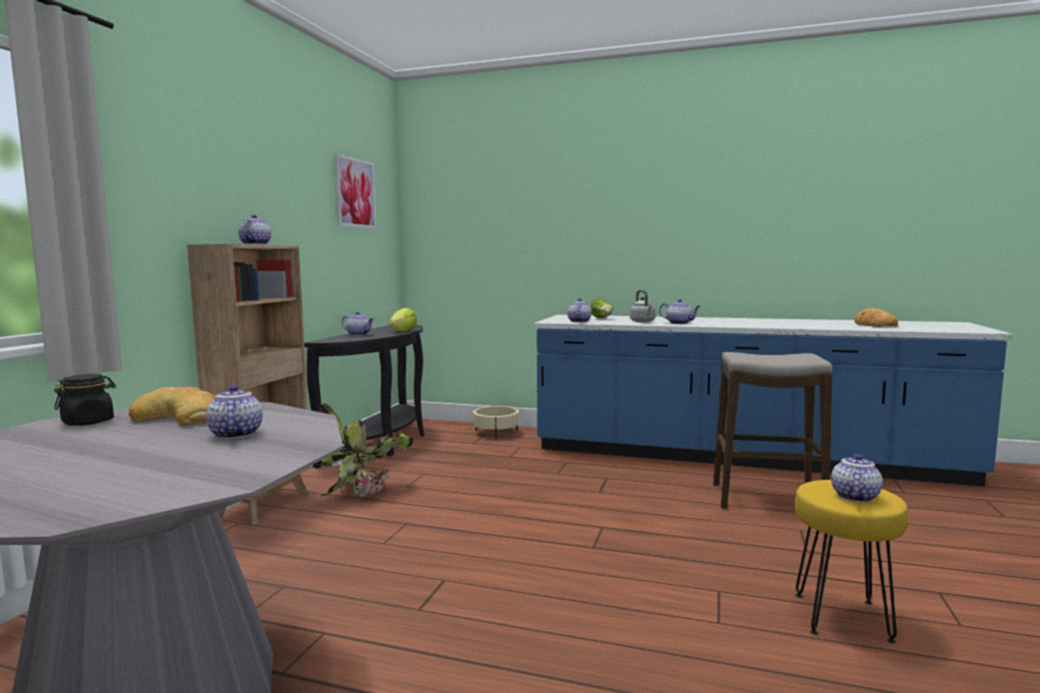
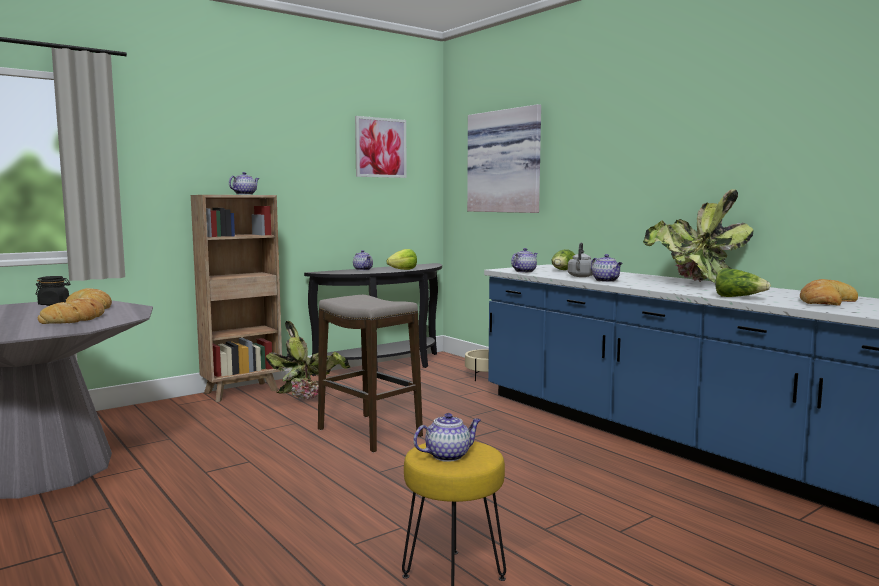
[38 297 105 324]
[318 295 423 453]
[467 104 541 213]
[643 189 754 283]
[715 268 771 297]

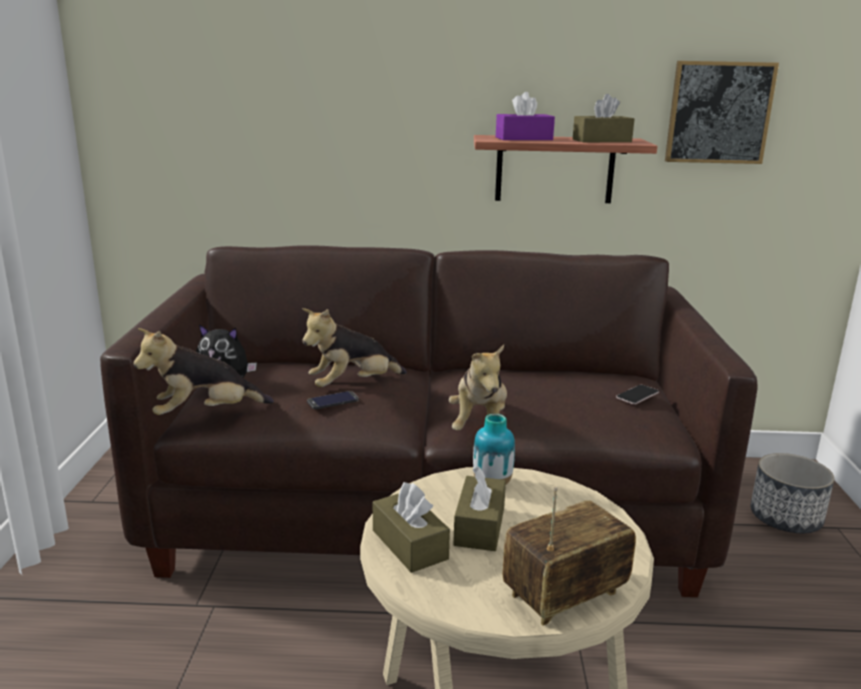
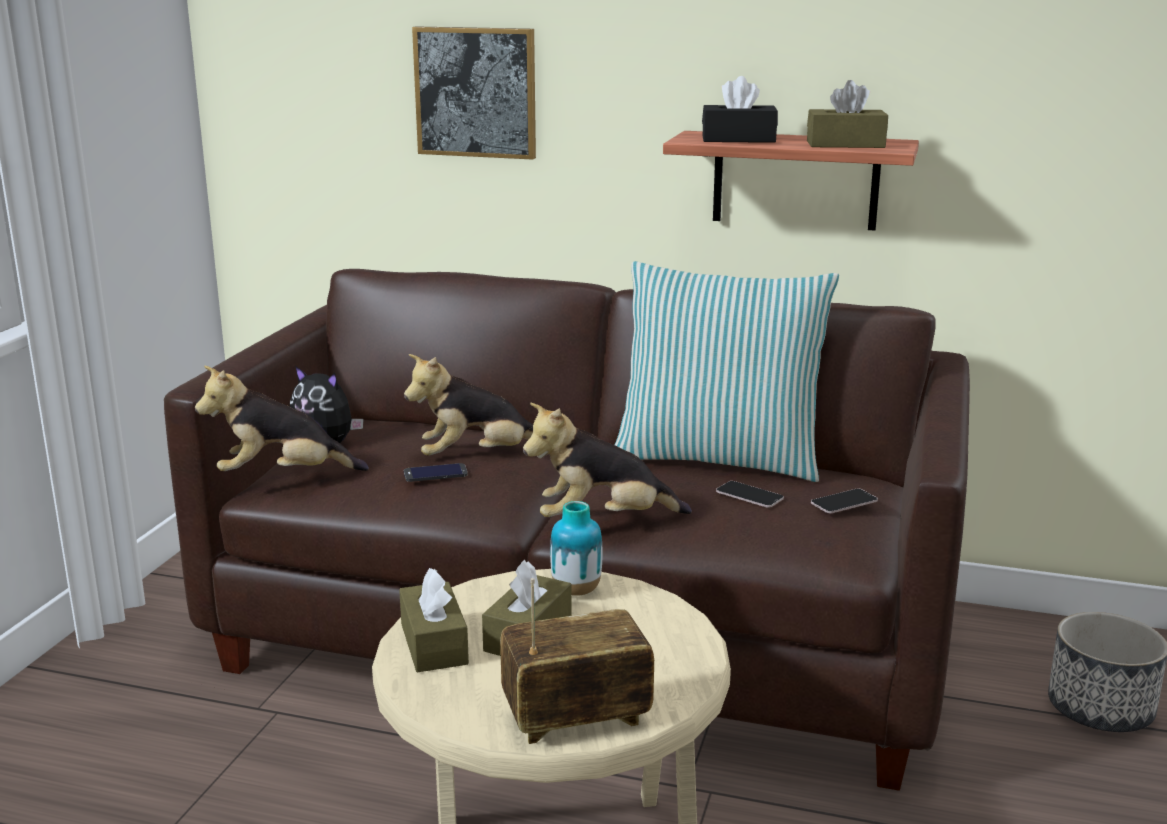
[412 26 536 160]
[523 402 692 517]
[615 261 839 482]
[702 76 778 143]
[716 481 784 508]

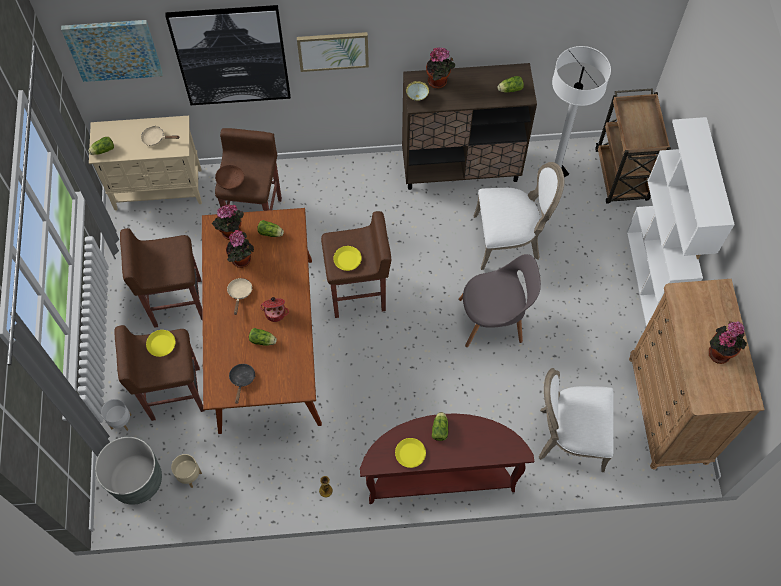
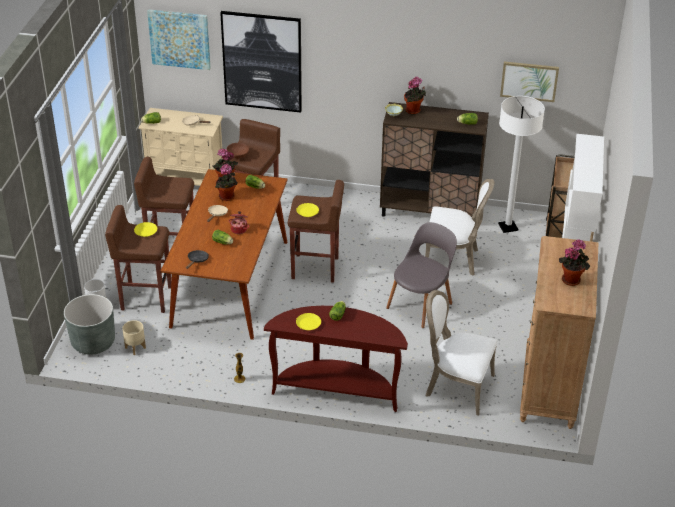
[386 222 457 328]
[500 61 559 102]

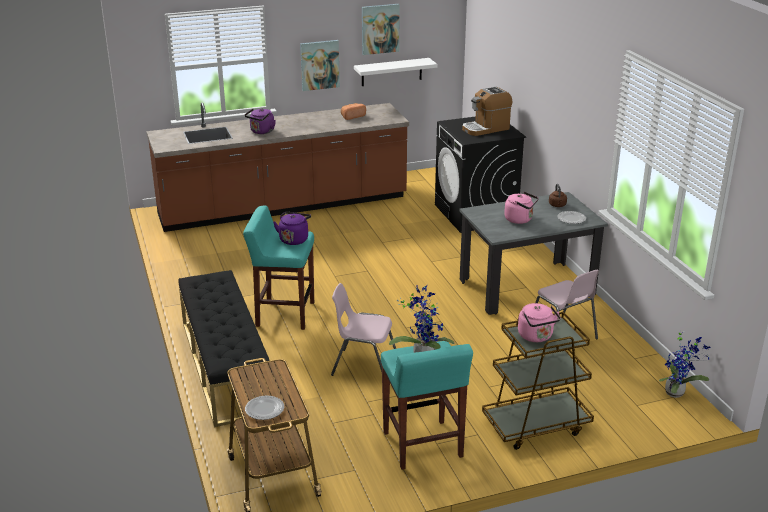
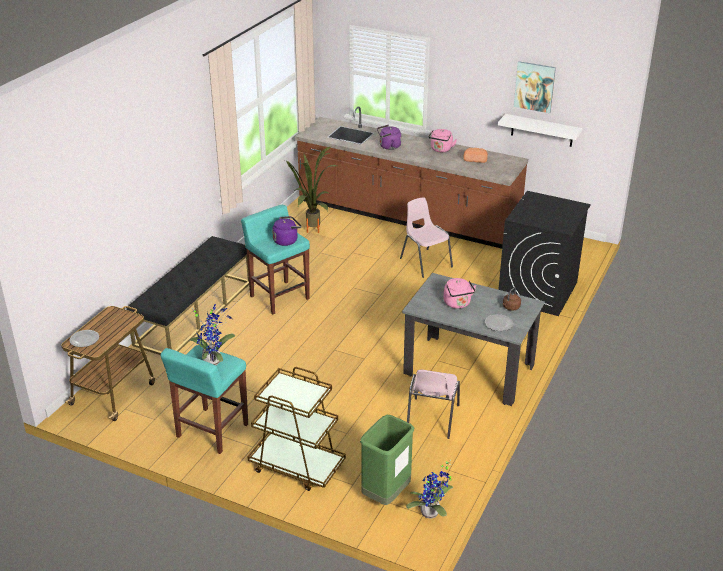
[285 147 337 233]
[360 415 414 505]
[400 197 453 278]
[428 129 457 152]
[300 40 340 91] (first image)
[462 87 512 136] (first image)

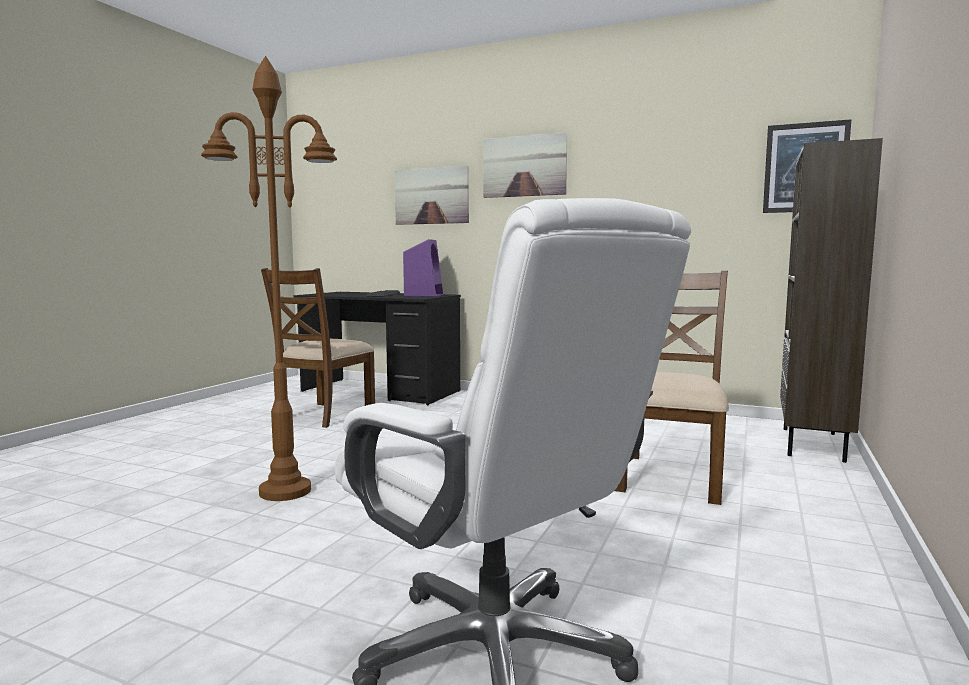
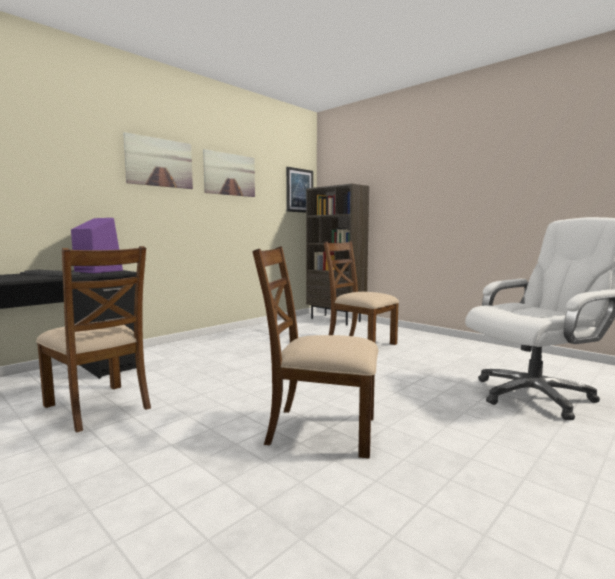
[203 149 255 197]
[252 246 378 458]

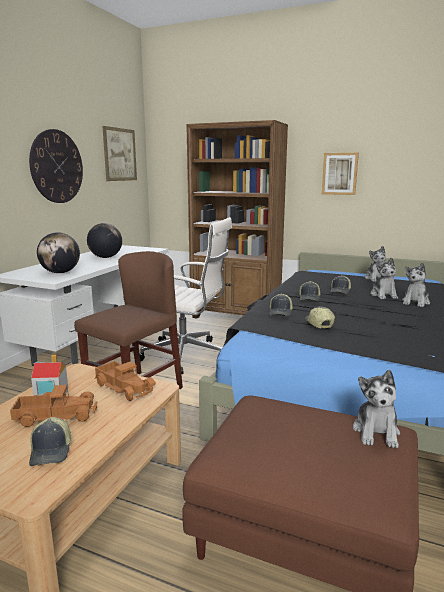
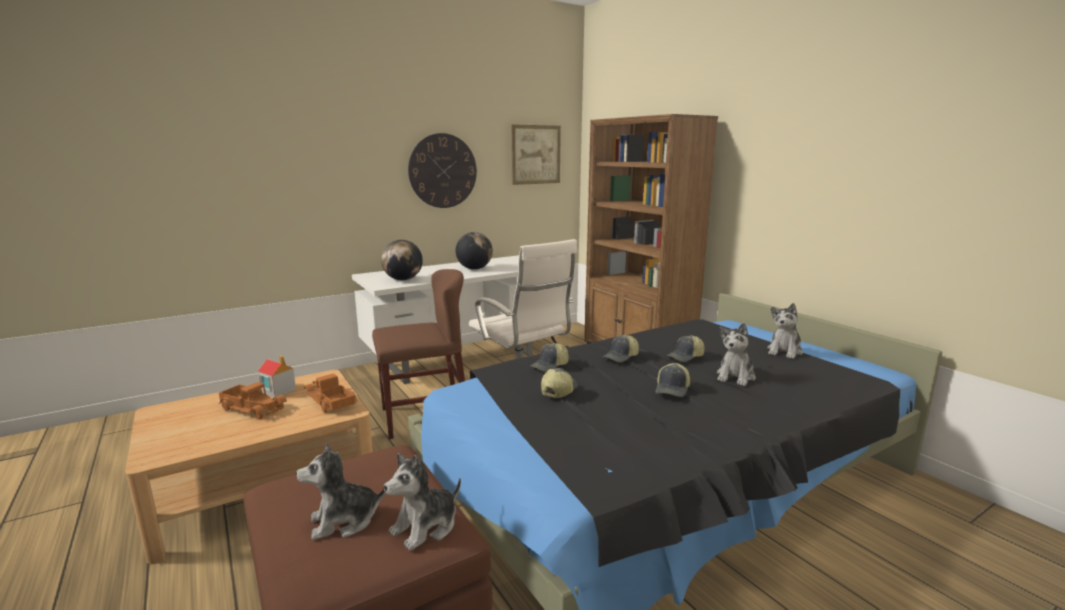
[296 443 388 540]
[304 373 357 413]
[655 363 690 397]
[322 153 359 195] (first image)

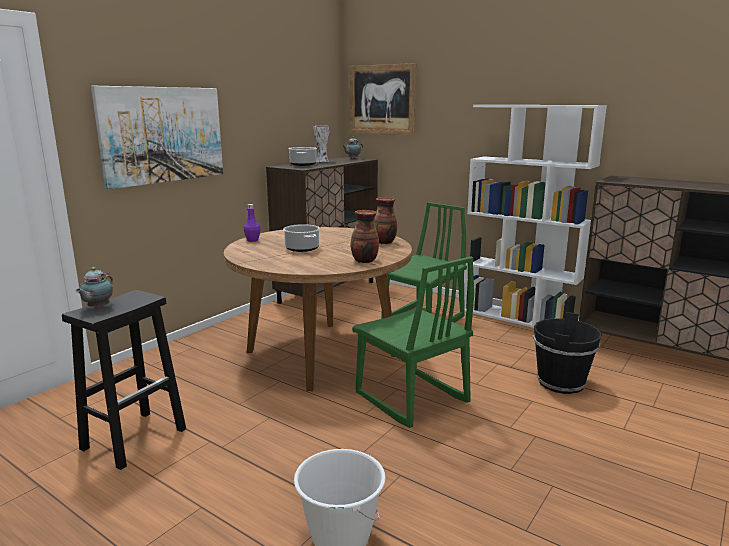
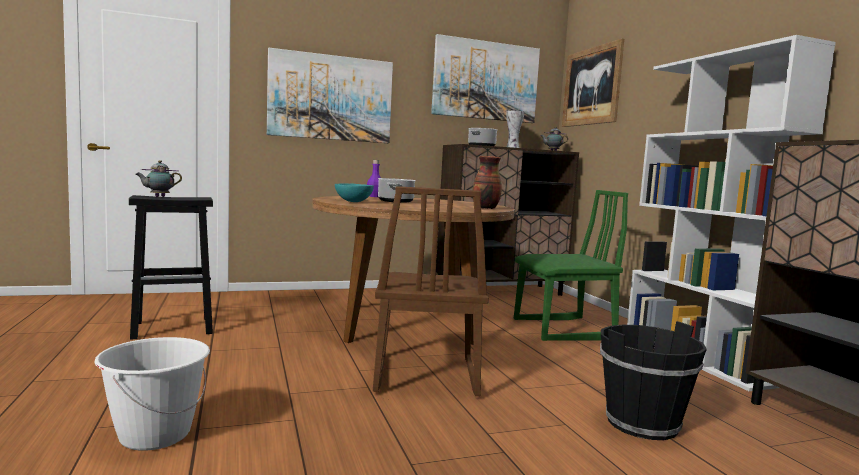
[335 183 374 202]
[373 186 489 396]
[431 34 540 123]
[351 210 379 263] (first image)

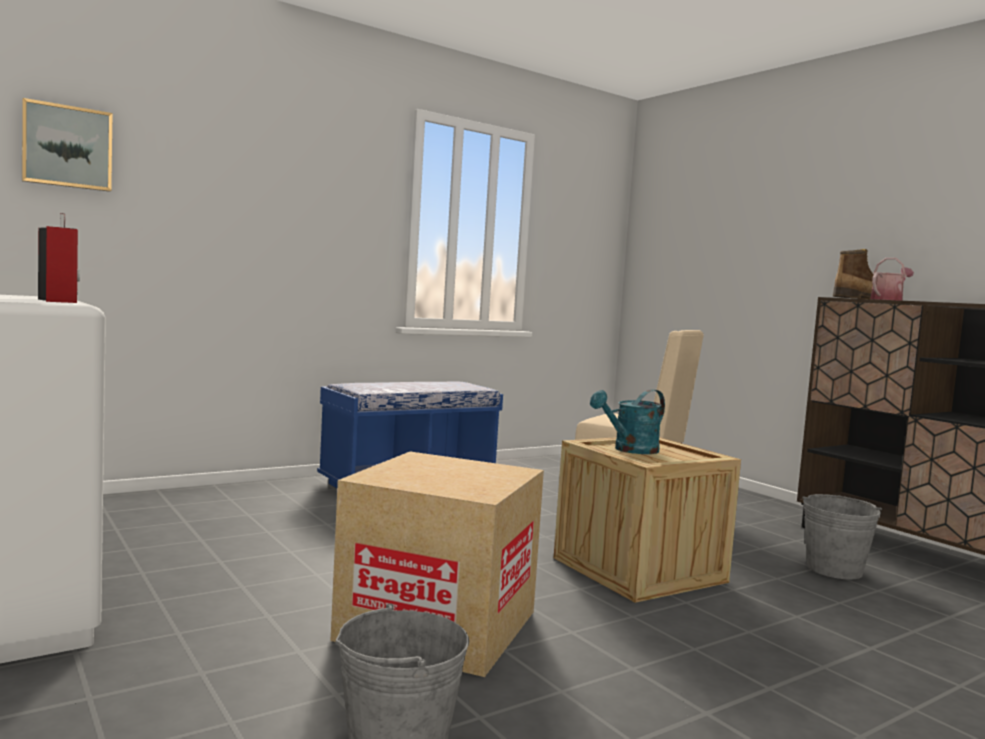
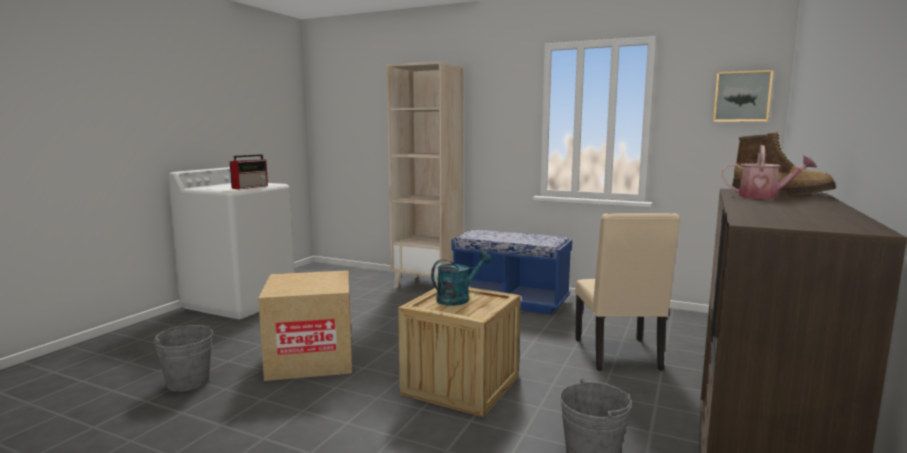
[386 61 463 288]
[431 252 492 306]
[713 70 773 122]

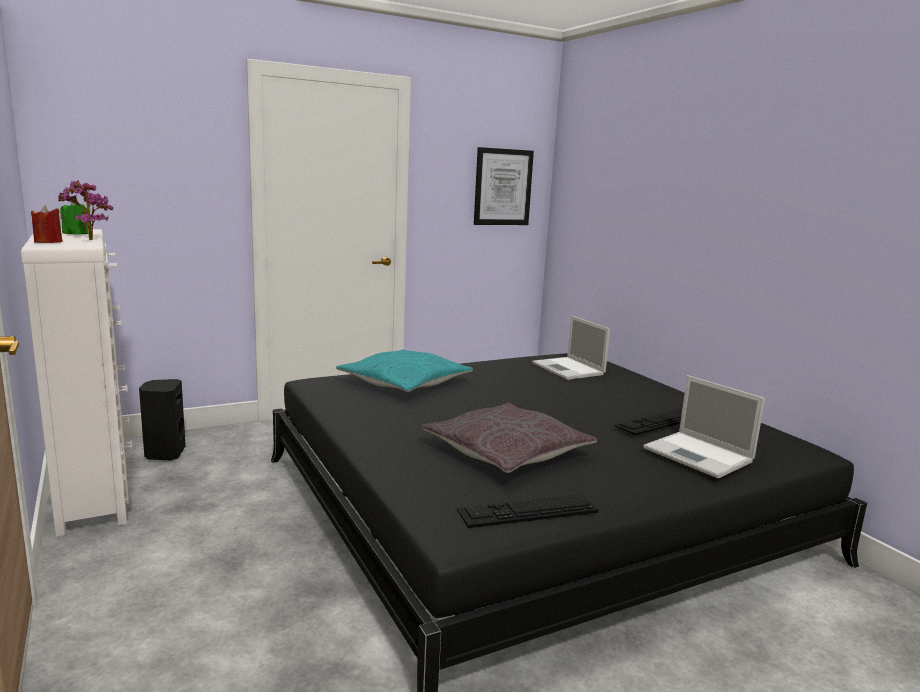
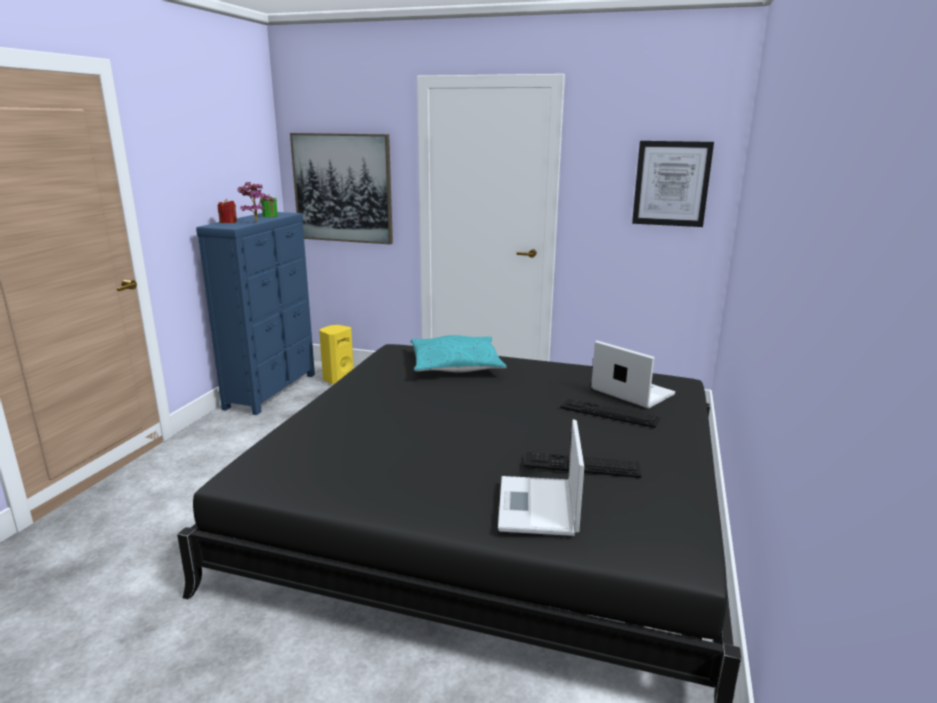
[196 212 315 415]
[290 133 393 244]
[319 325 354 385]
[560 399 661 428]
[591 341 675 409]
[421 403 597 473] (first image)

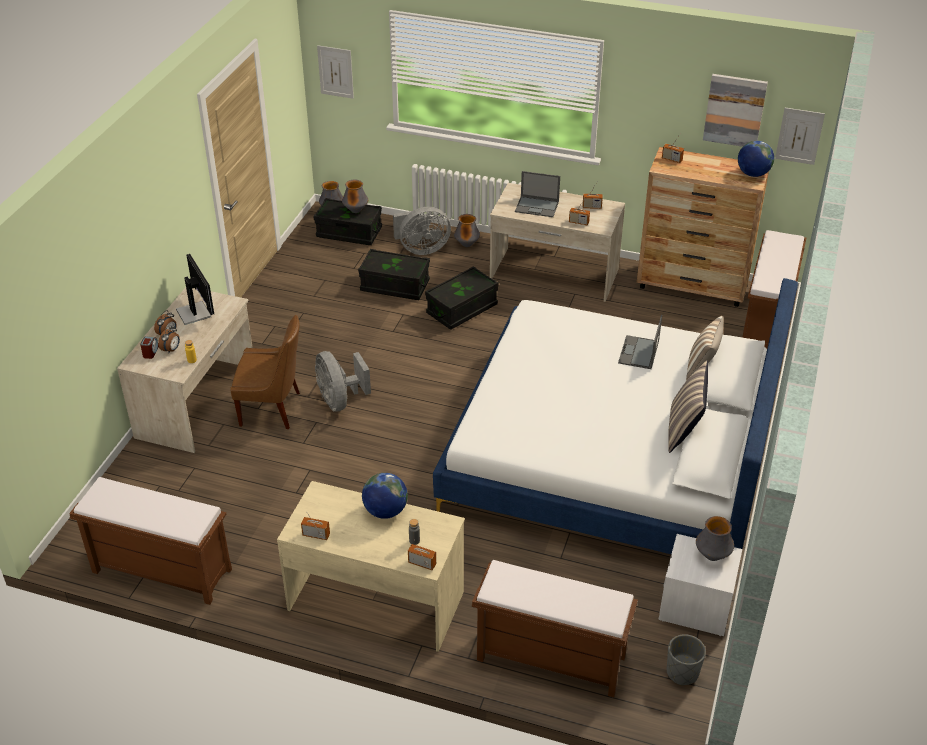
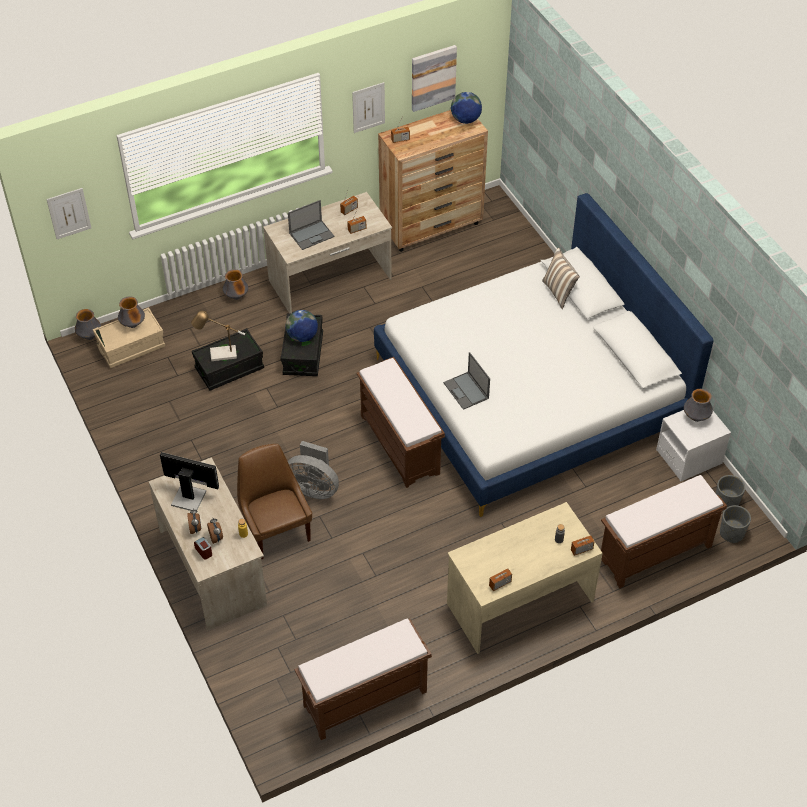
[93 307 165 368]
[191 310 245 361]
[237 444 312 559]
[286 310 318 342]
[352 82 385 133]
[357 357 445 488]
[443 352 490 410]
[720 505 751 543]
[393 207 451 255] (first image)
[668 360 708 453] (first image)

